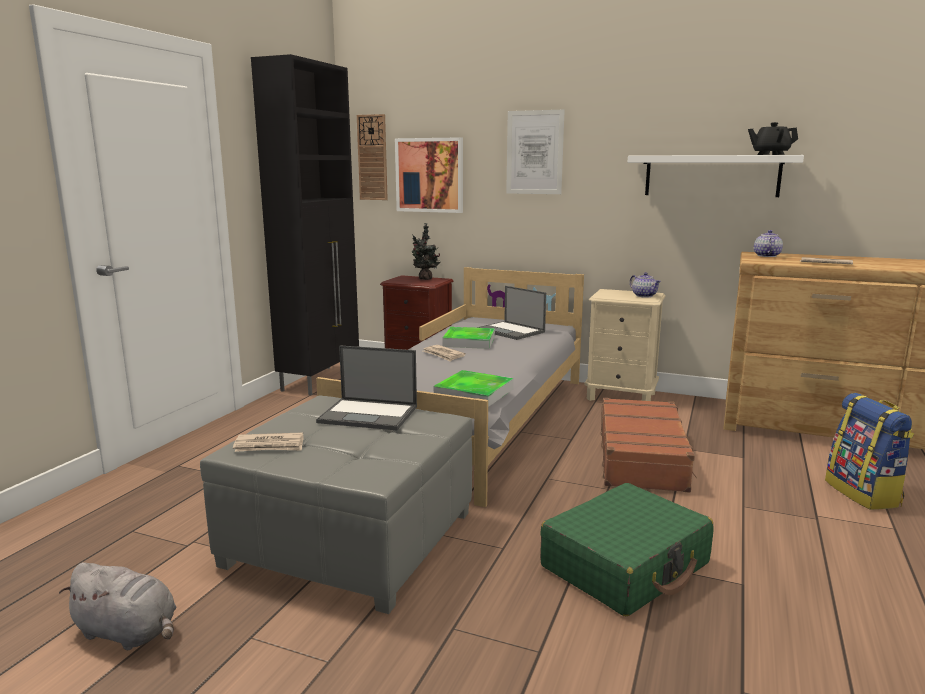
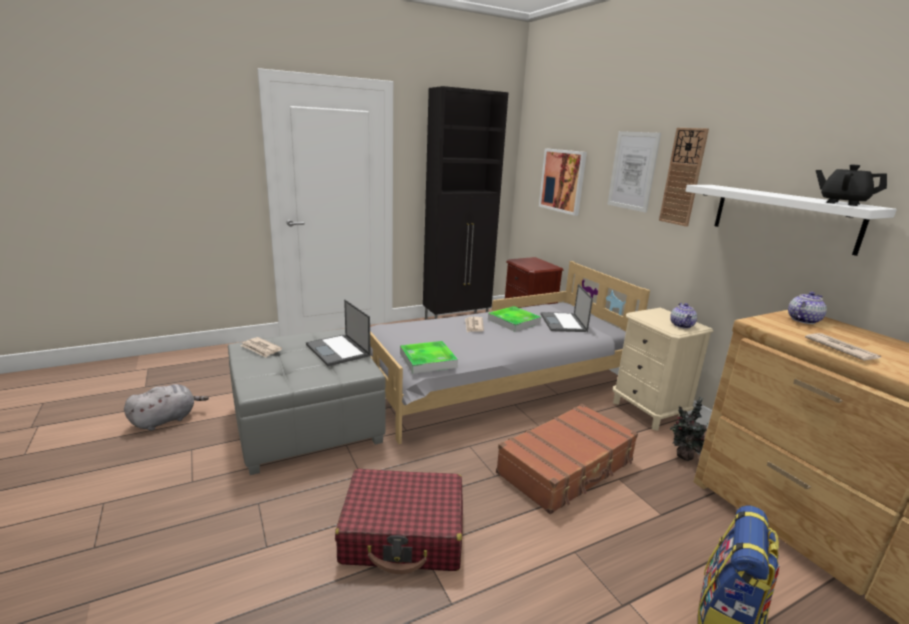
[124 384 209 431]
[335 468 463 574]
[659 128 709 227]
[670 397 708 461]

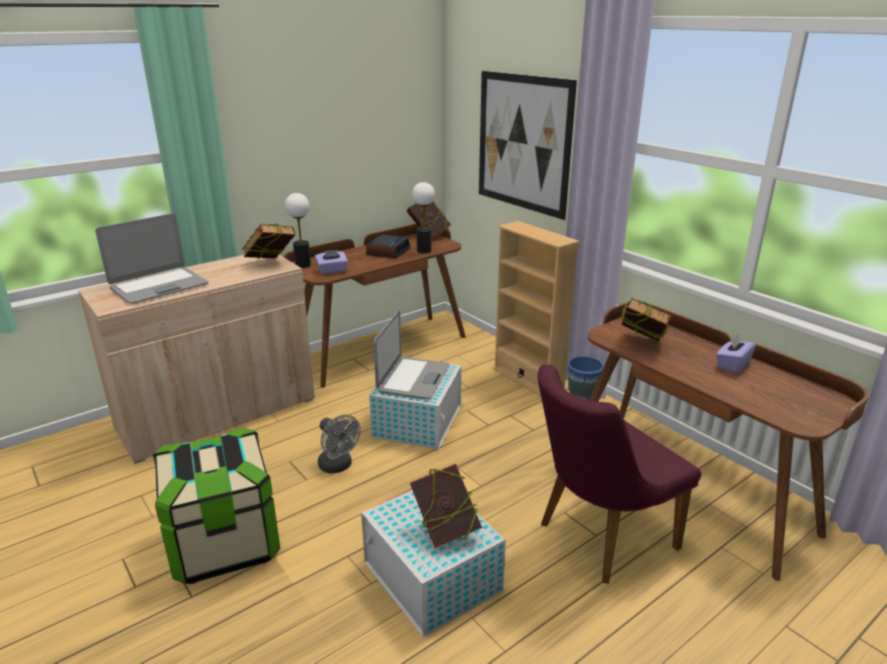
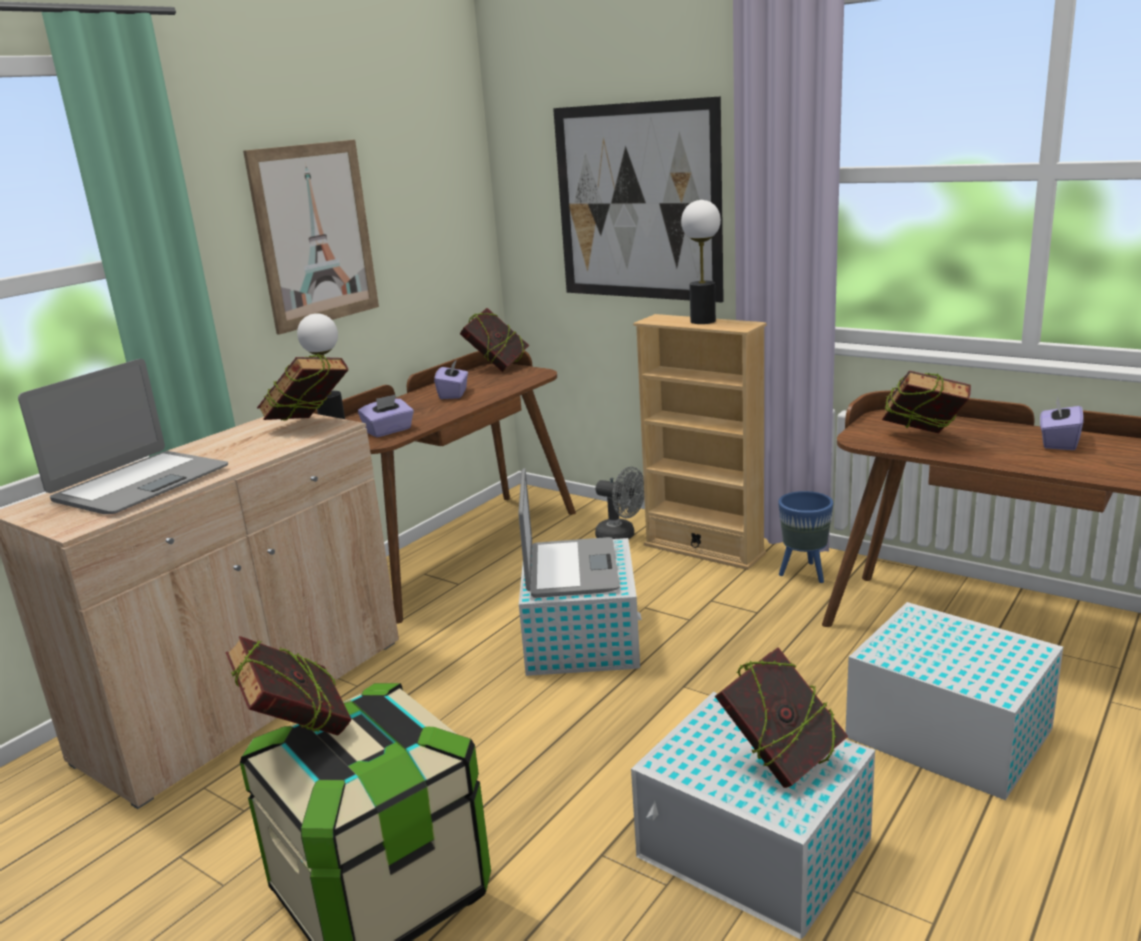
[226 636 352 735]
[243 140 379 335]
[434 359 468 399]
[595 467 644 539]
[681 200 721 324]
[845 602 1063 800]

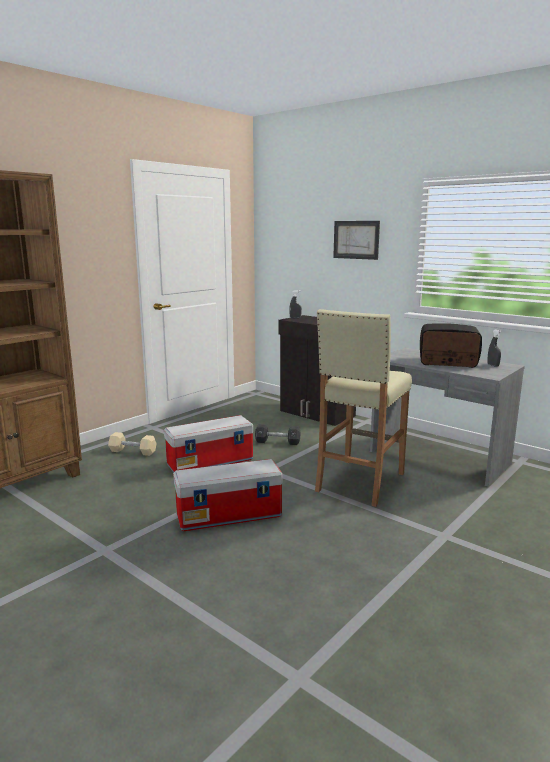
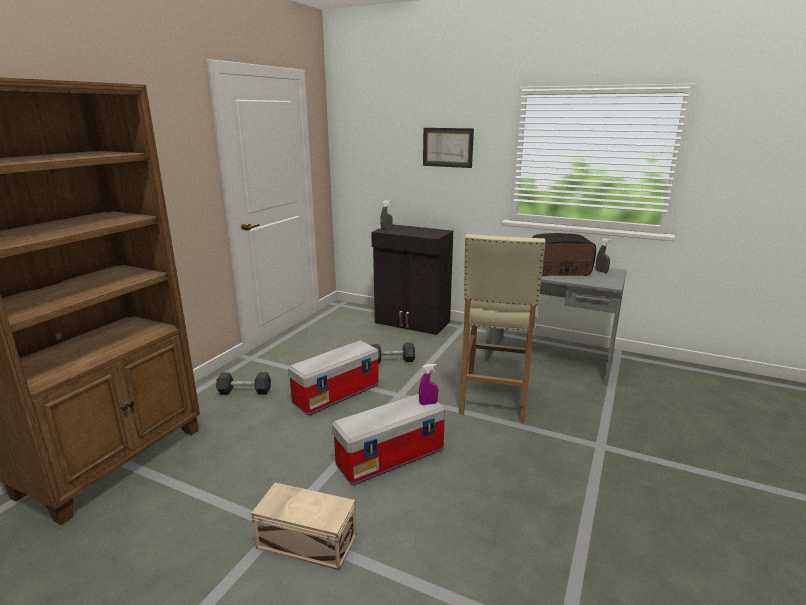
[216 372 271 395]
[251 483 357 570]
[419 364 438 405]

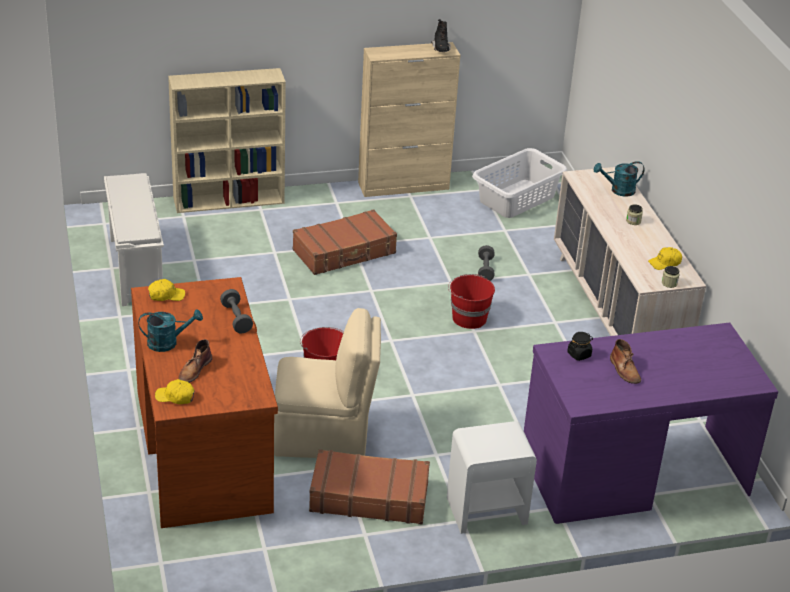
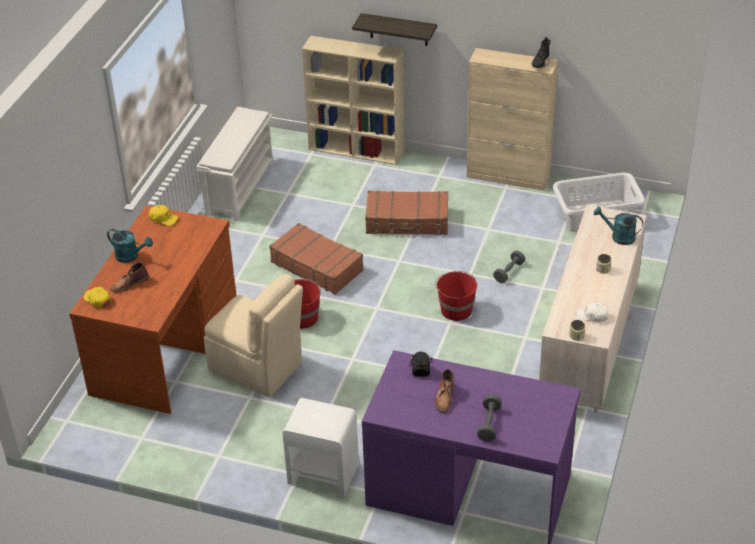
[269 223 364 295]
[352 13 437 46]
[477 395 502 441]
[576 302 608 322]

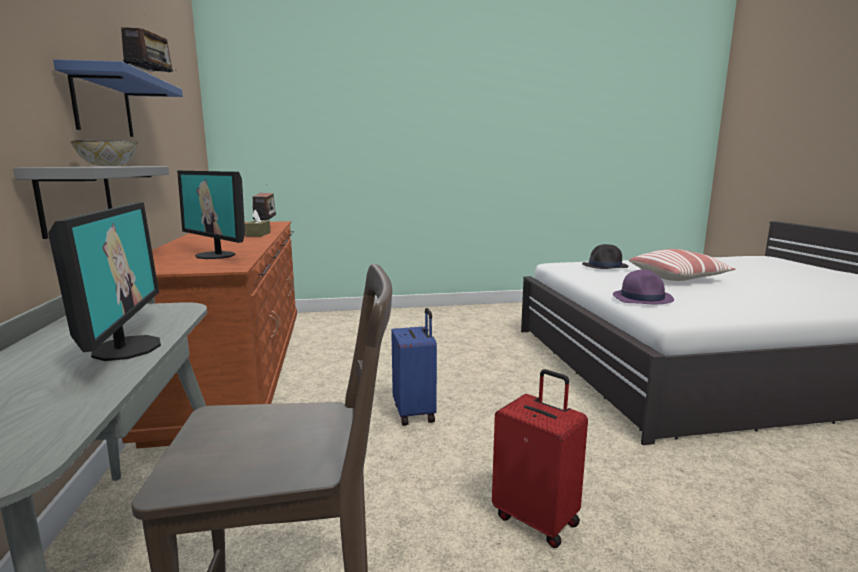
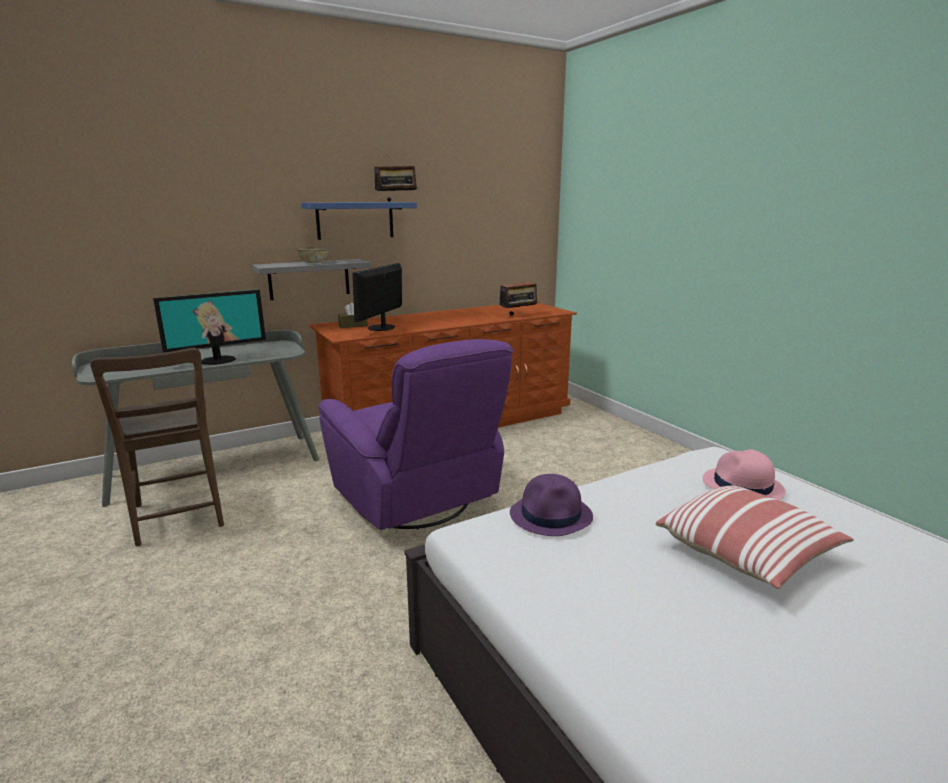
[318 339 513 530]
[338 303 368 328]
[703 449 785 500]
[492 369 588 548] (first image)

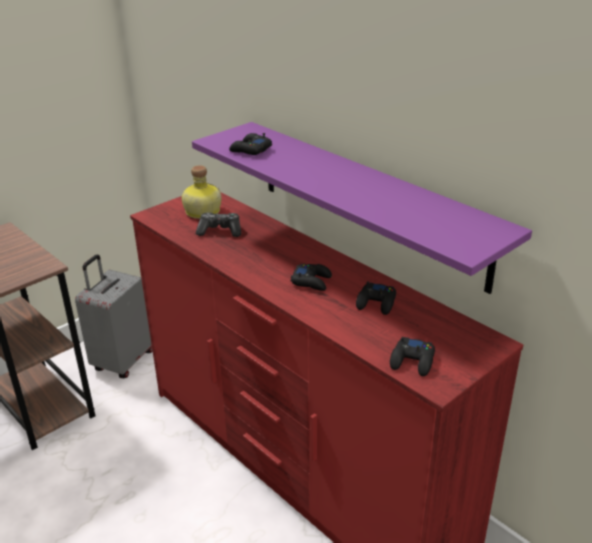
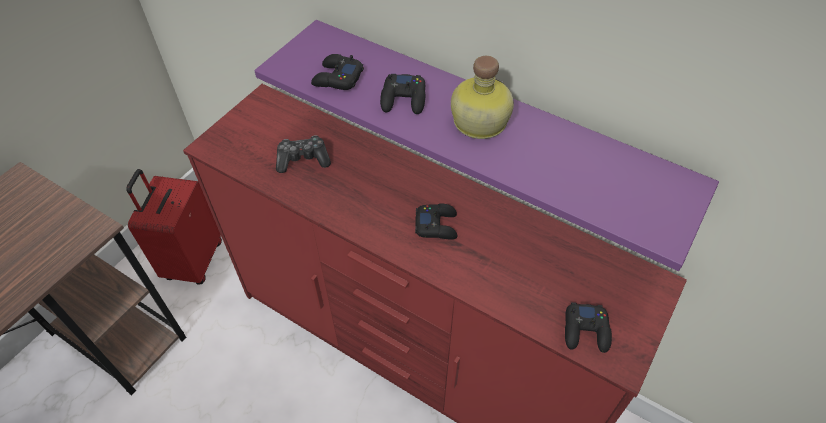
[126 169 222 285]
[380 74 426 114]
[451 56 514 139]

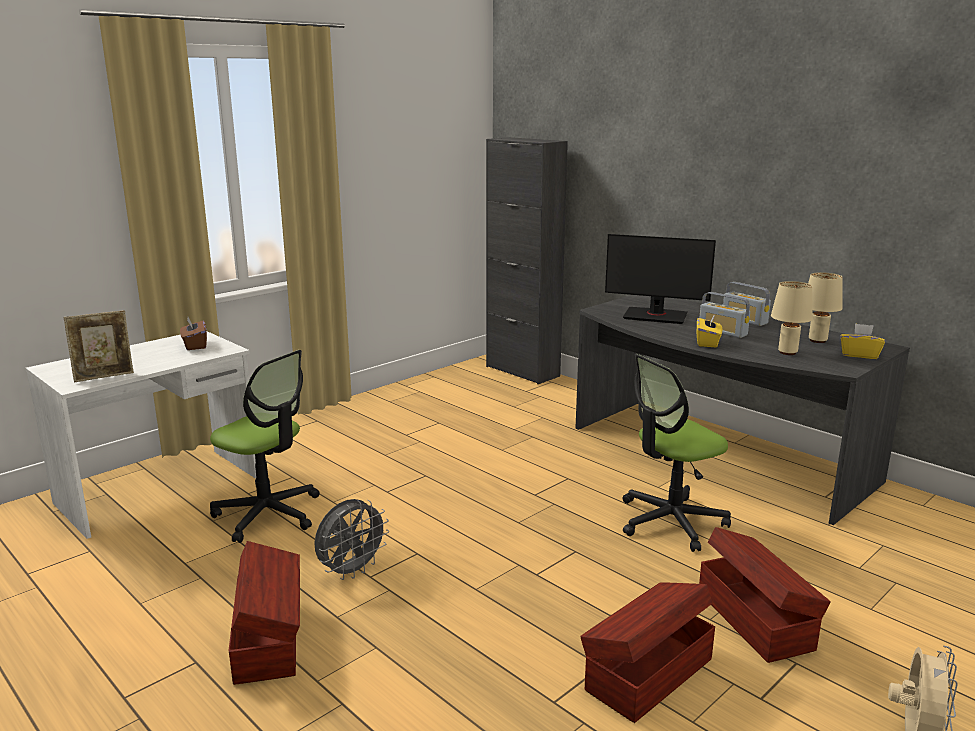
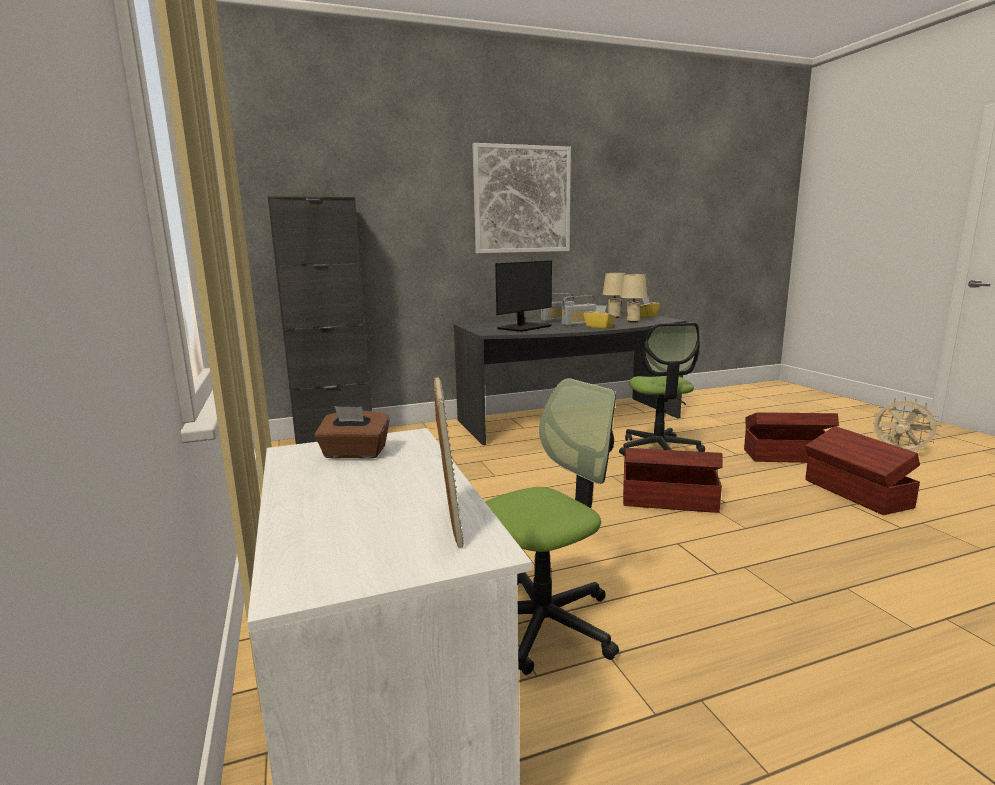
[472 143 571 253]
[623 448 723 513]
[314 499 389 580] (first image)

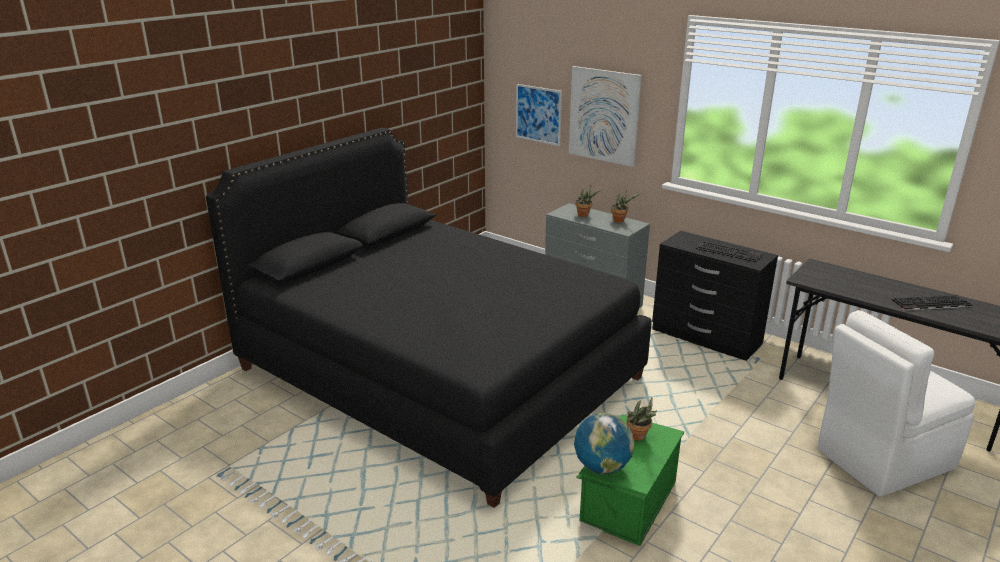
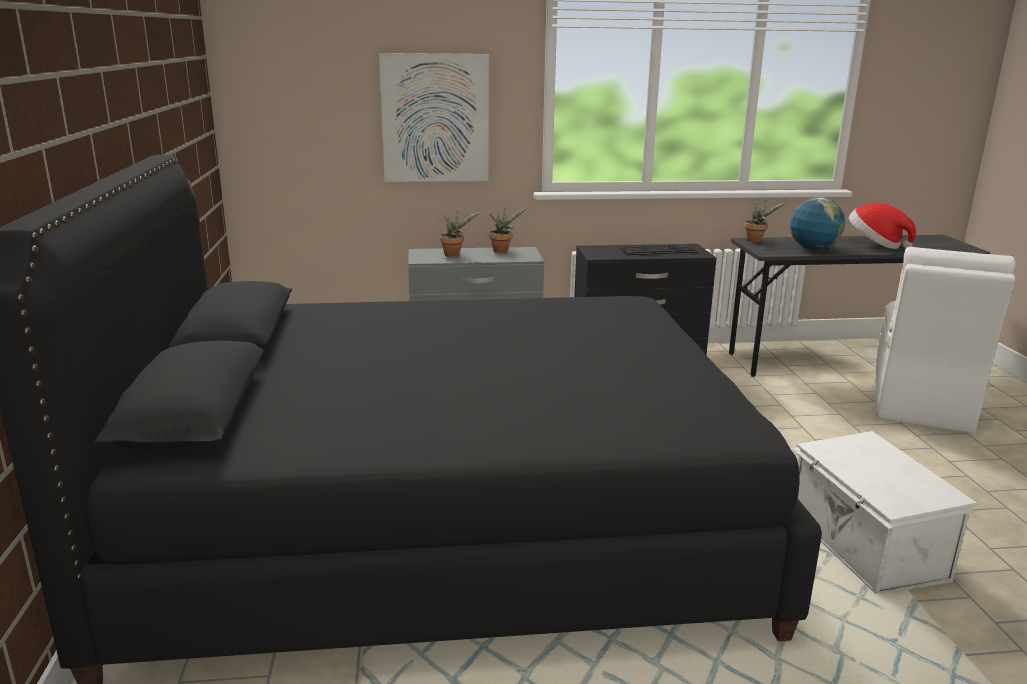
[744 201 785 243]
[790 198 845 250]
[792 431 977 594]
[849 203 916 249]
[516 84 562 146] (first image)

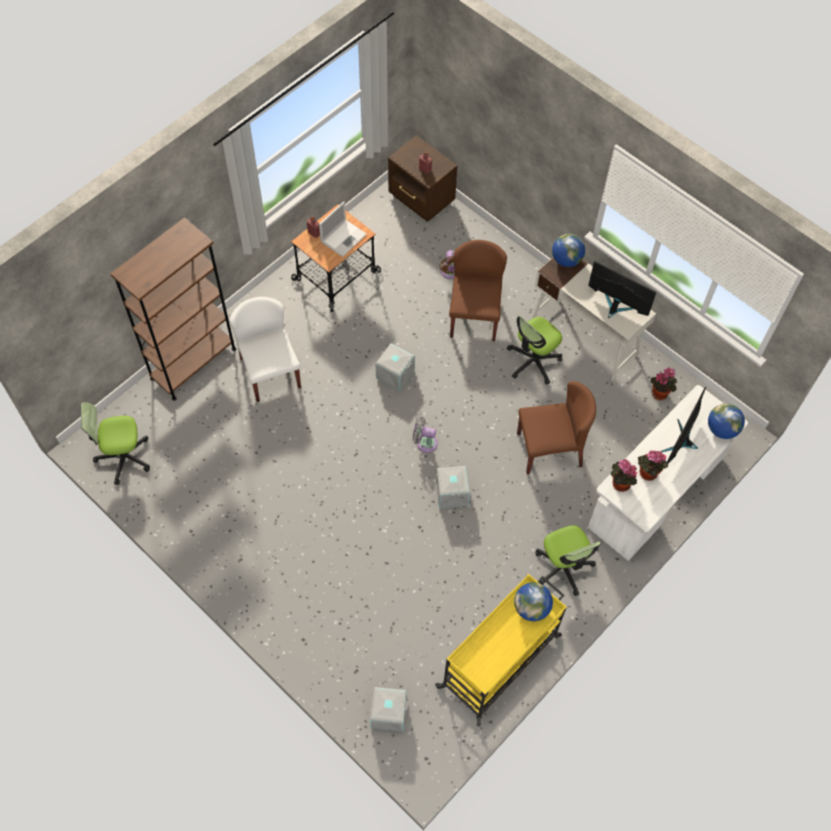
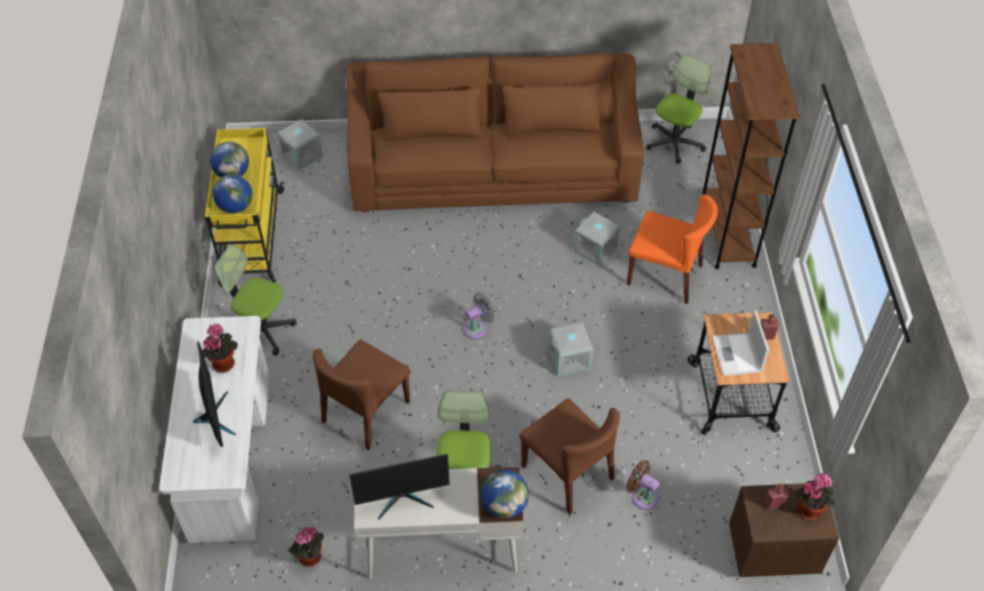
[210 142 249 178]
[346 52 644 212]
[573 212 621 267]
[627 194 718 304]
[796 473 835 521]

